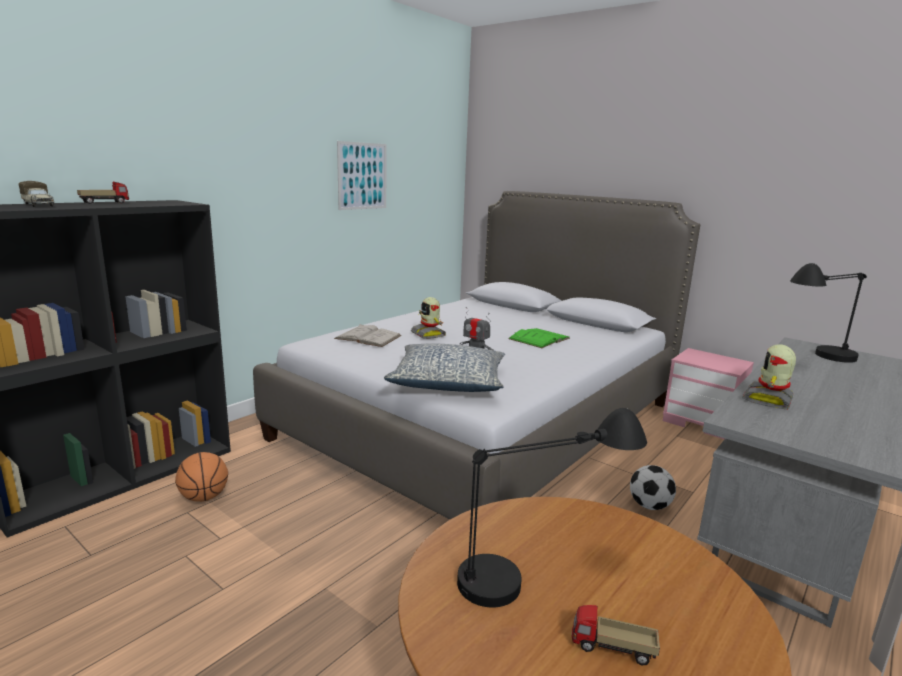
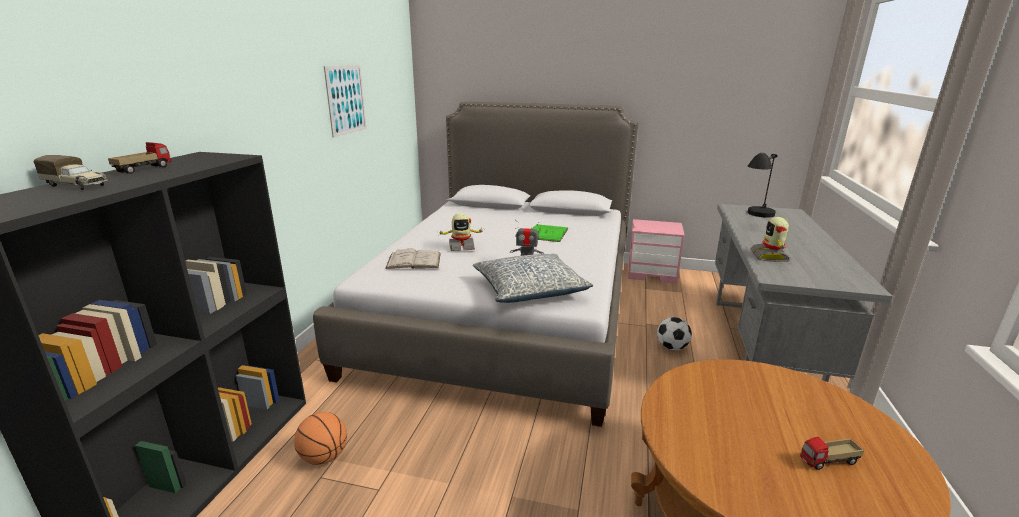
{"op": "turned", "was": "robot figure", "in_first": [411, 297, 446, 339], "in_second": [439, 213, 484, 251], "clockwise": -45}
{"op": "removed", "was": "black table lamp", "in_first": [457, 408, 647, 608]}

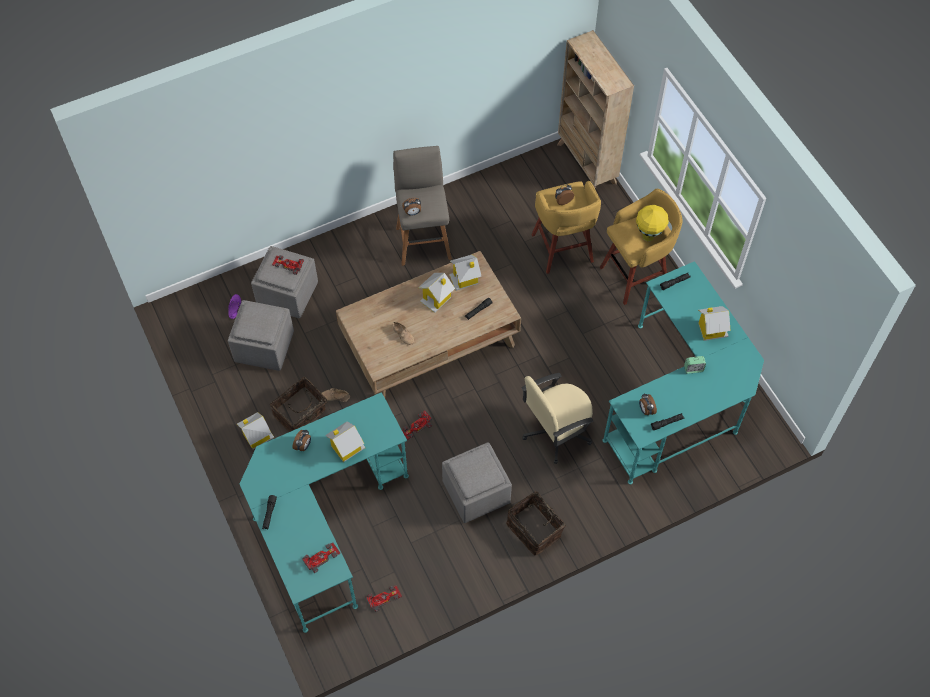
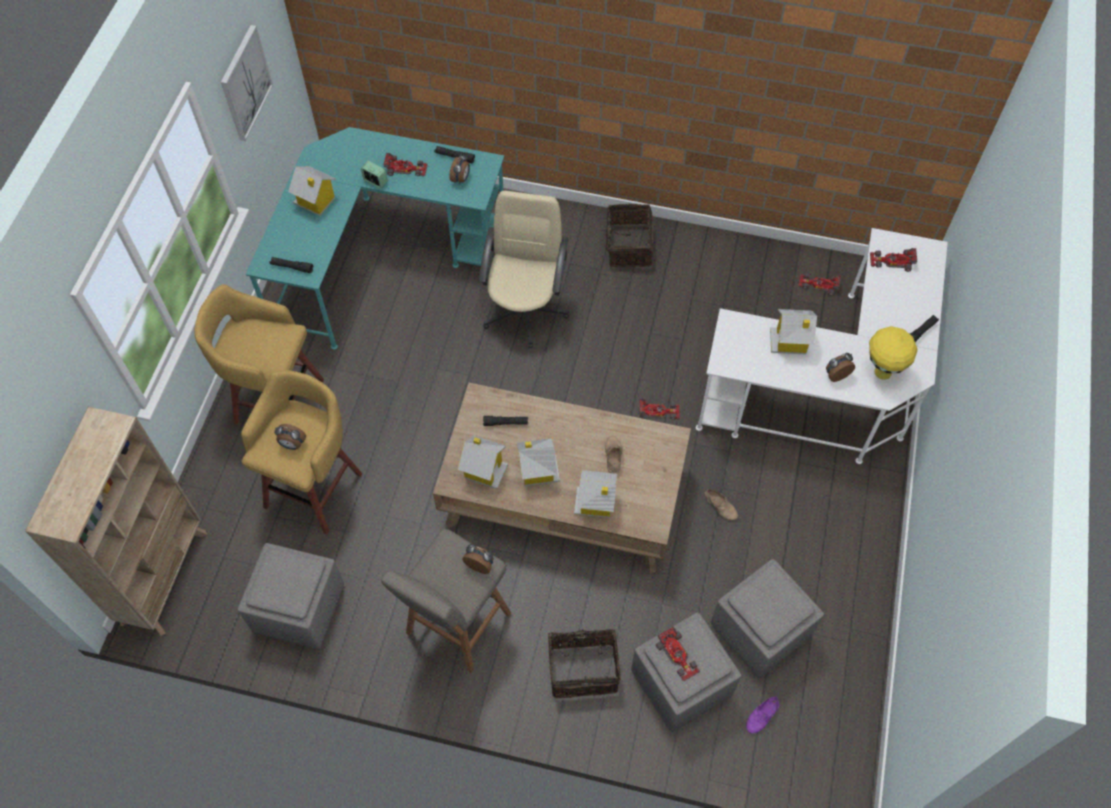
{"op": "moved", "was": "toy house", "in_first": [237, 412, 274, 449], "in_second": [574, 470, 617, 518]}
{"op": "recoloured", "was": "turquoise-coloured desk unit", "now": "white desk unit", "in_first": [239, 392, 409, 633], "in_second": [696, 228, 948, 464]}
{"op": "moved", "was": "storage basket", "in_first": [270, 377, 327, 432], "in_second": [548, 619, 621, 698]}
{"op": "moved", "was": "gray ottoman", "in_first": [442, 442, 512, 523], "in_second": [238, 543, 344, 649]}
{"op": "turned", "was": "beige desk chair", "in_first": [522, 373, 594, 464], "in_second": [478, 190, 569, 348], "clockwise": -90}
{"op": "moved", "was": "yellow table lamp", "in_first": [636, 205, 669, 242], "in_second": [869, 326, 918, 380]}
{"op": "added", "now": "picture", "in_second": [221, 25, 273, 141]}
{"op": "added", "now": "miniature car", "in_second": [383, 153, 428, 176]}

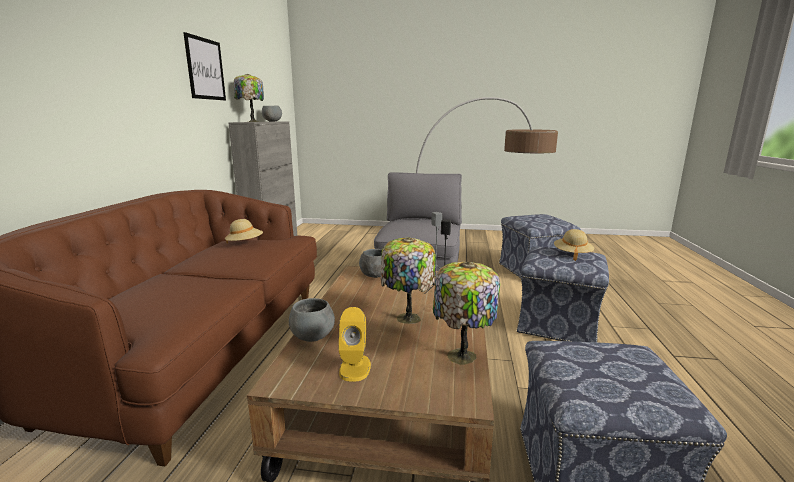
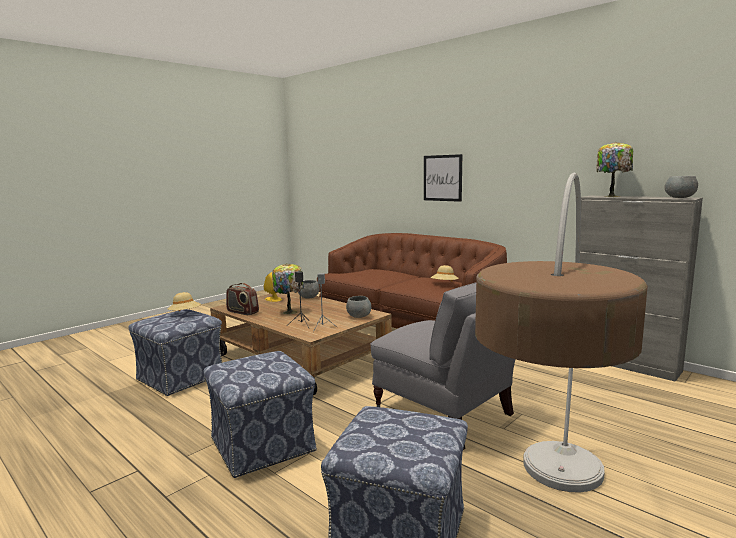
{"op": "moved", "was": "picture", "in_first": [183, 32, 226, 100], "in_second": [424, 154, 462, 202]}
{"op": "replaced", "was": "table lamp", "now": "radio set", "in_first": [433, 262, 500, 365], "in_second": [226, 283, 259, 315]}
{"op": "moved", "was": "beige hat", "in_first": [554, 229, 594, 261], "in_second": [168, 292, 201, 311]}

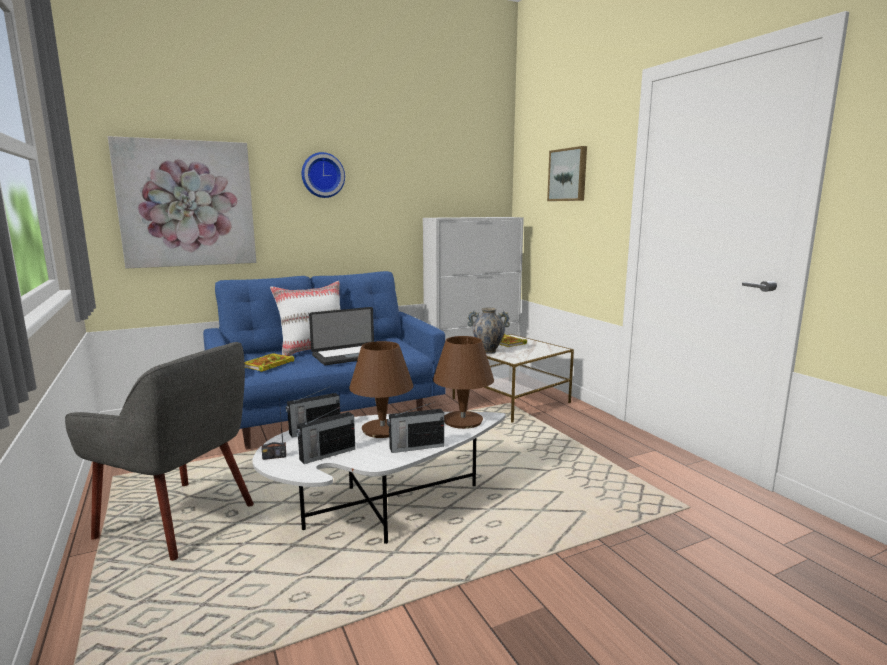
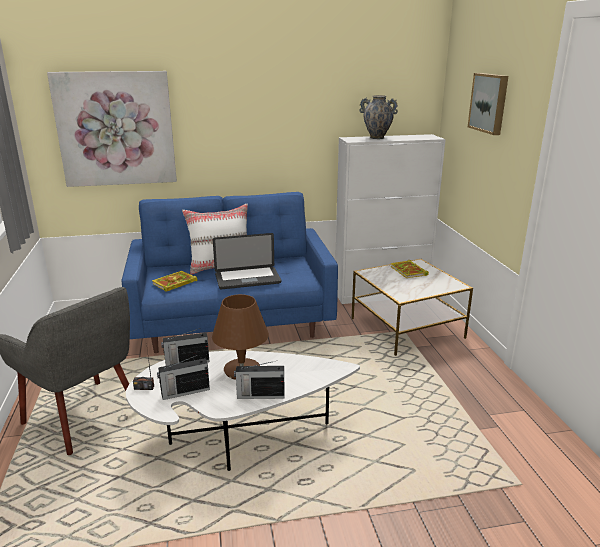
{"op": "removed", "was": "wall clock", "in_first": [302, 152, 345, 198]}
{"op": "removed", "was": "brown-coloured table lamp", "in_first": [433, 336, 494, 429]}
{"op": "moved", "was": "decorative vase", "in_first": [467, 308, 510, 354], "in_second": [359, 95, 398, 139]}

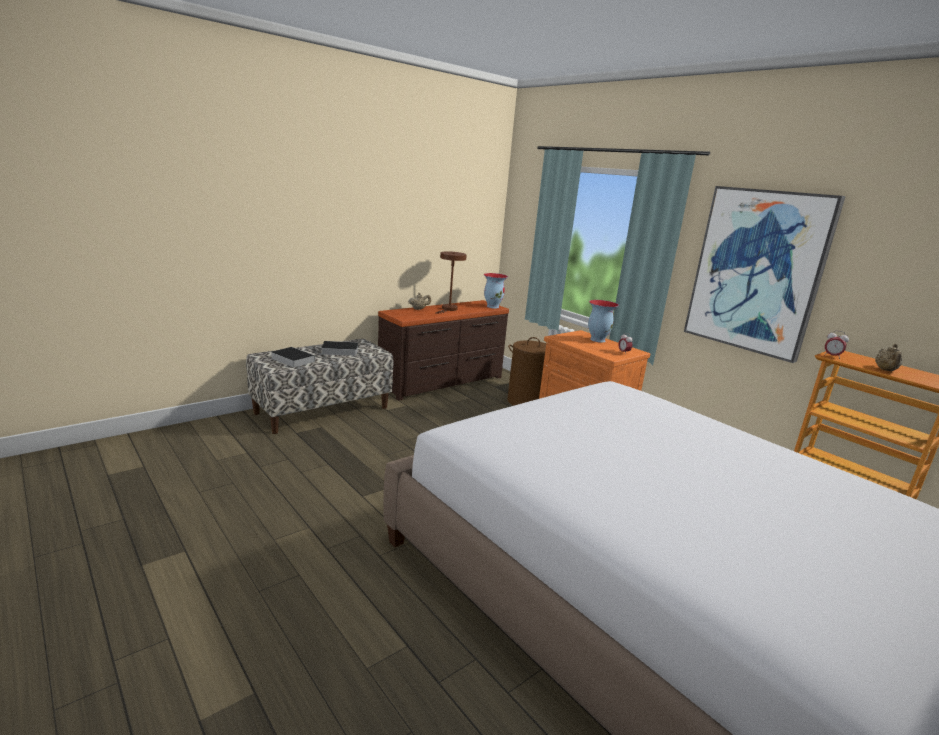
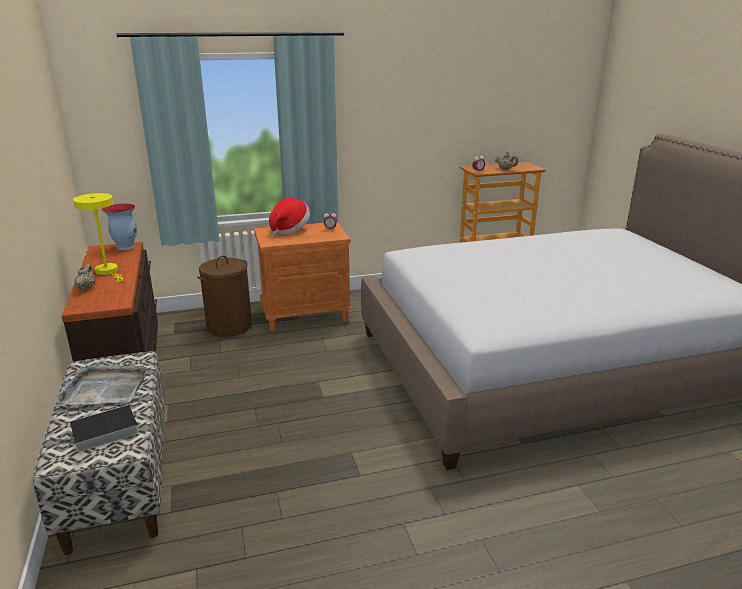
{"op": "replaced", "was": "volume", "now": "gray carrying tray", "in_first": [321, 341, 358, 356], "in_second": [55, 365, 148, 405]}
{"op": "recoloured", "was": "brown-coloured table lamp", "now": "yellow table lamp", "in_first": [436, 251, 467, 314], "in_second": [73, 193, 123, 282]}
{"op": "replaced", "was": "decorative vase", "now": "hat", "in_first": [588, 300, 619, 343], "in_second": [269, 198, 310, 236]}
{"op": "removed", "was": "picture", "in_first": [684, 186, 846, 363]}

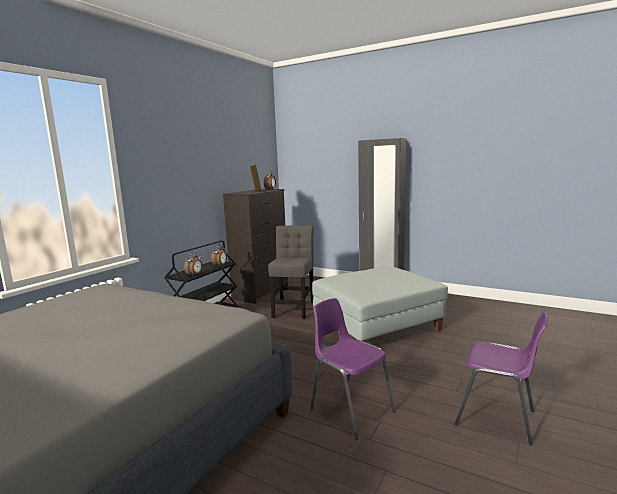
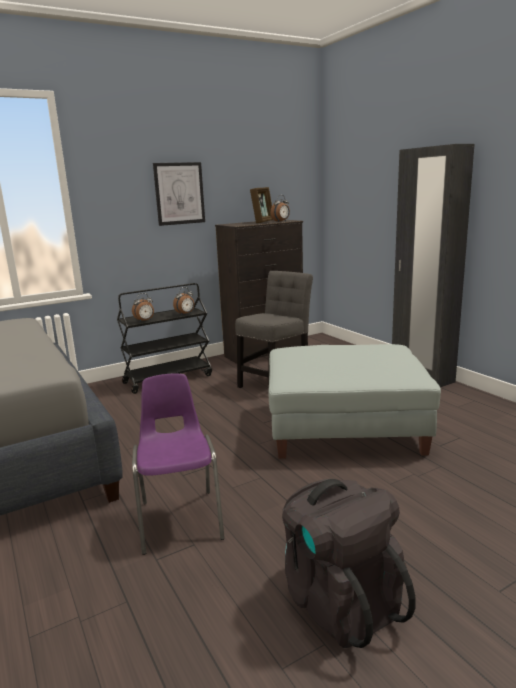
{"op": "replaced", "was": "purple-coloured plain chair", "now": "black rucksack", "in_first": [455, 312, 548, 445], "in_second": [282, 479, 416, 648]}
{"op": "added", "now": "picture", "in_second": [153, 162, 205, 226]}

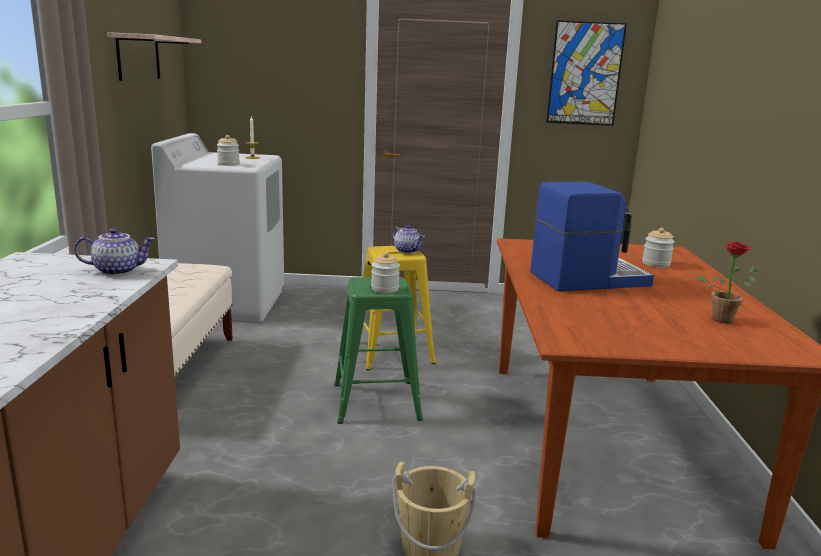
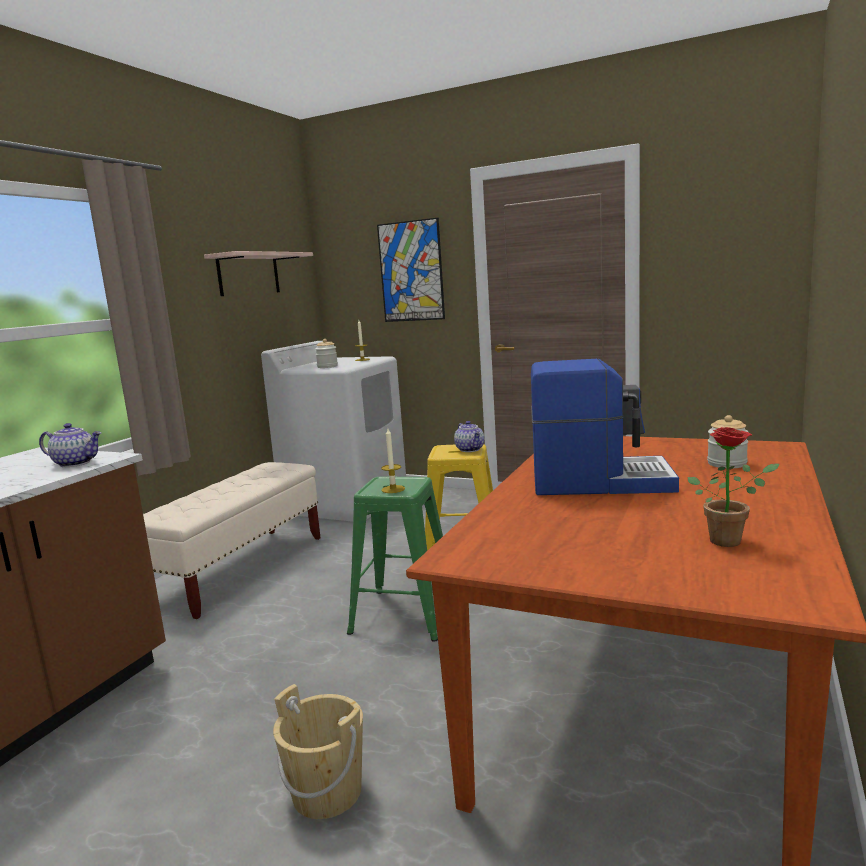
{"op": "replaced", "was": "storage jar", "now": "wax light", "in_first": [371, 252, 400, 293], "in_second": [381, 429, 405, 493]}
{"op": "moved", "was": "picture", "in_first": [546, 20, 627, 126], "in_second": [377, 218, 445, 322]}

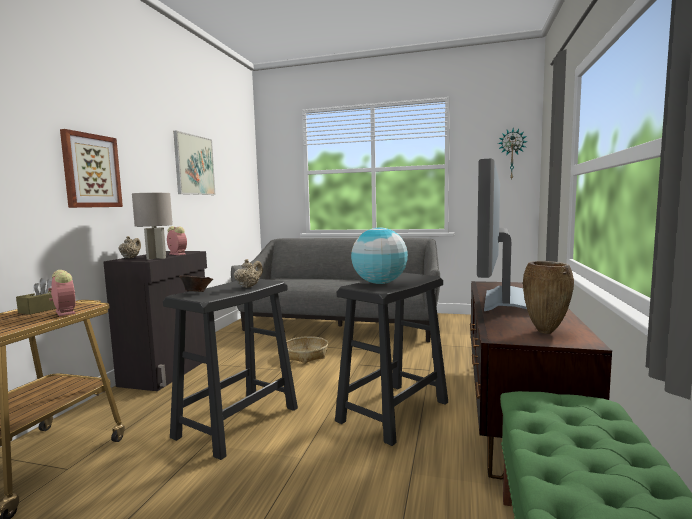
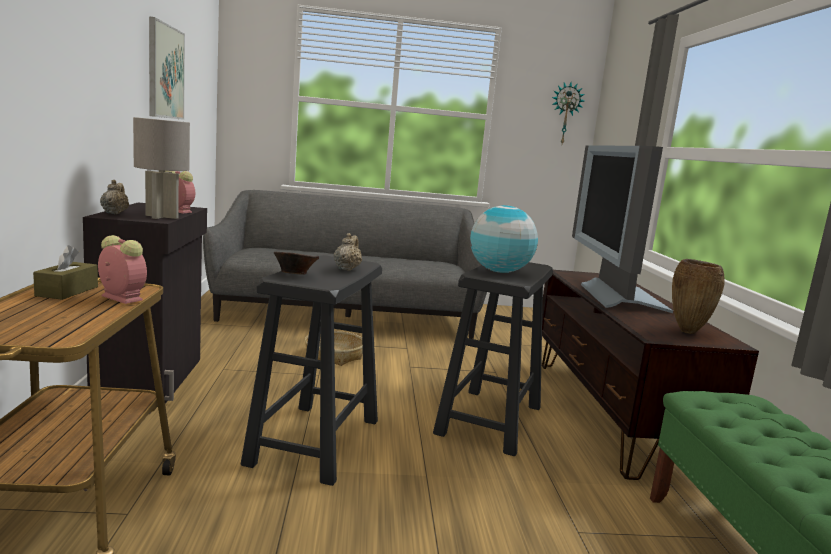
{"op": "removed", "was": "picture", "in_first": [60, 129, 123, 208]}

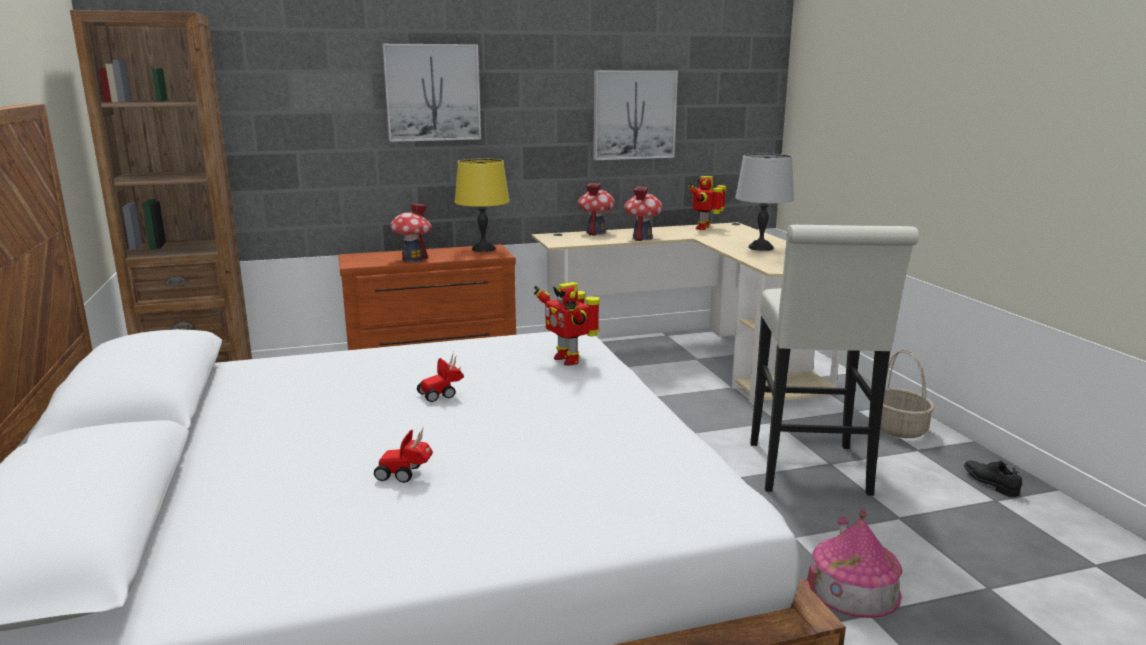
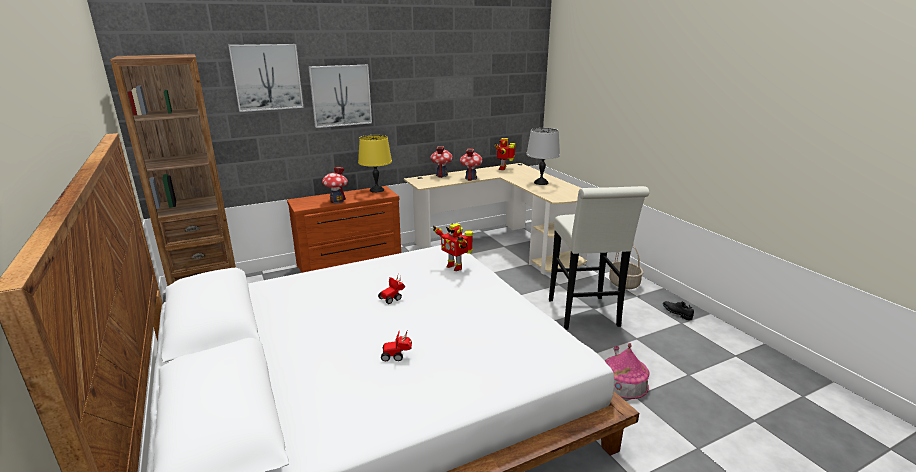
{"op": "moved", "was": "picture", "in_first": [593, 70, 678, 160], "in_second": [228, 44, 304, 112]}

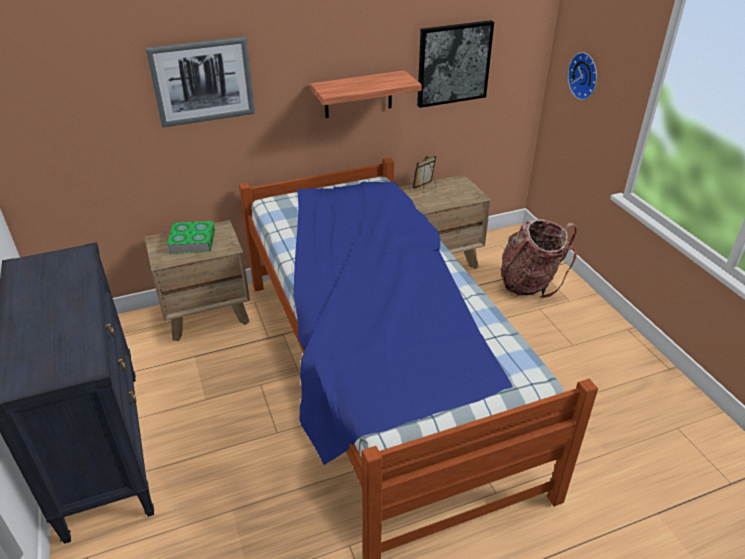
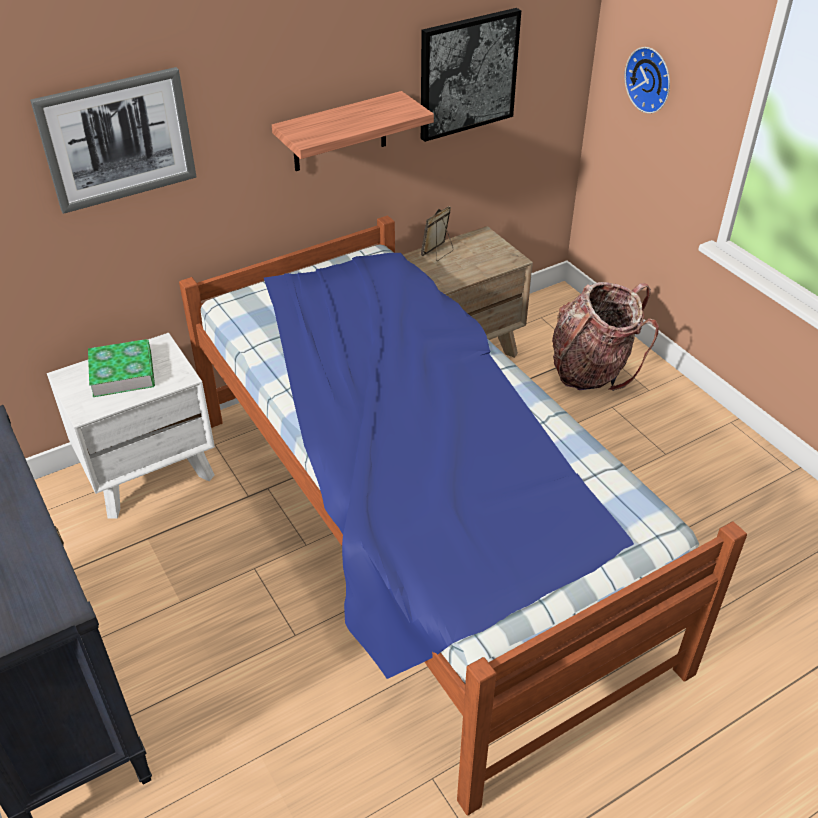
{"op": "recoloured", "was": "brown-coloured night table", "now": "white night table", "in_first": [145, 220, 250, 341], "in_second": [47, 333, 215, 519]}

